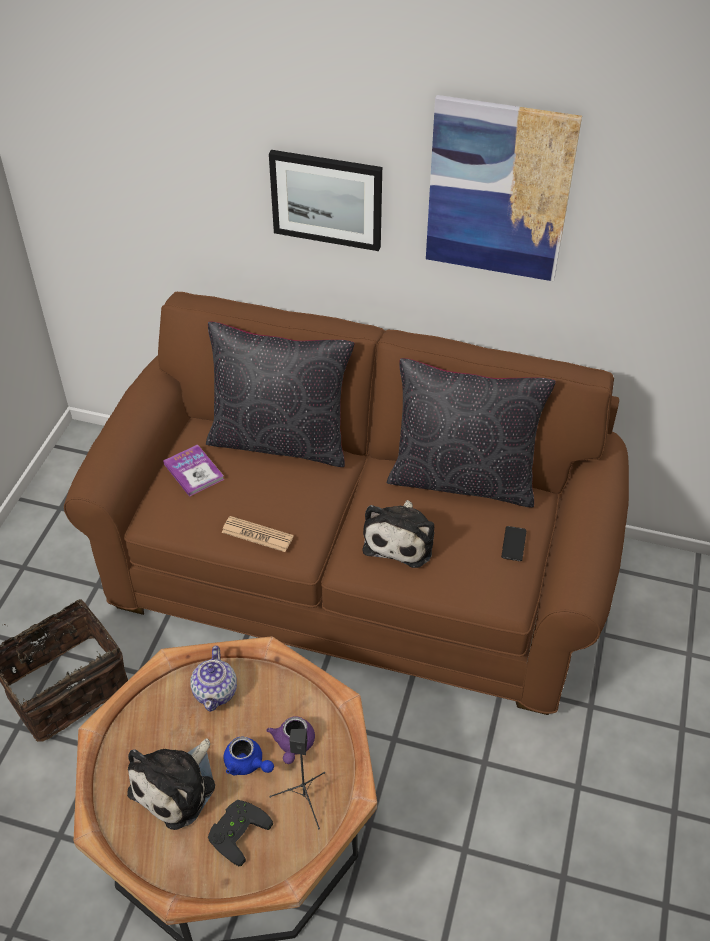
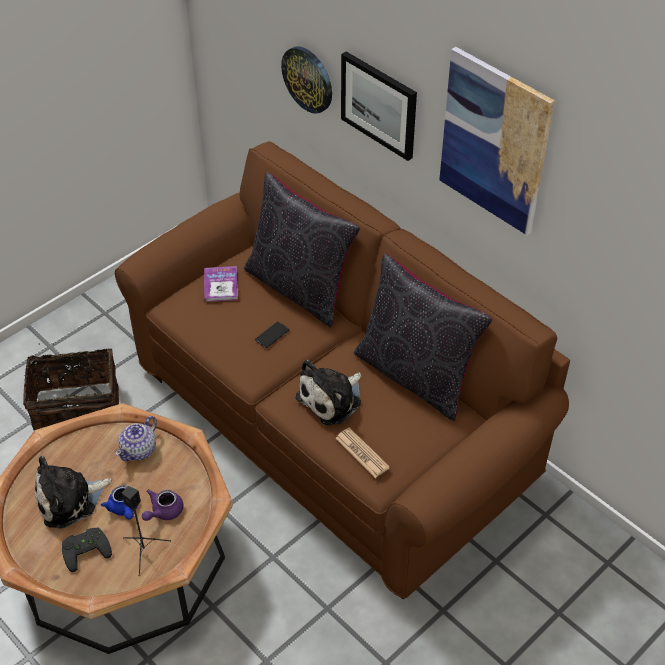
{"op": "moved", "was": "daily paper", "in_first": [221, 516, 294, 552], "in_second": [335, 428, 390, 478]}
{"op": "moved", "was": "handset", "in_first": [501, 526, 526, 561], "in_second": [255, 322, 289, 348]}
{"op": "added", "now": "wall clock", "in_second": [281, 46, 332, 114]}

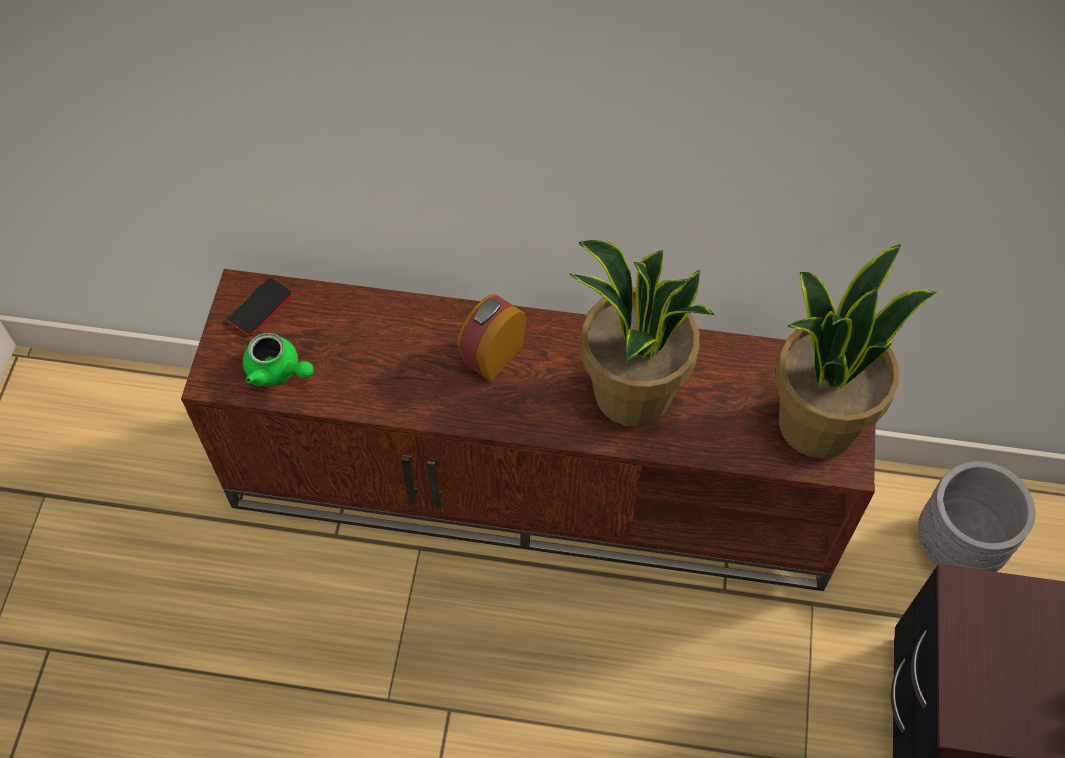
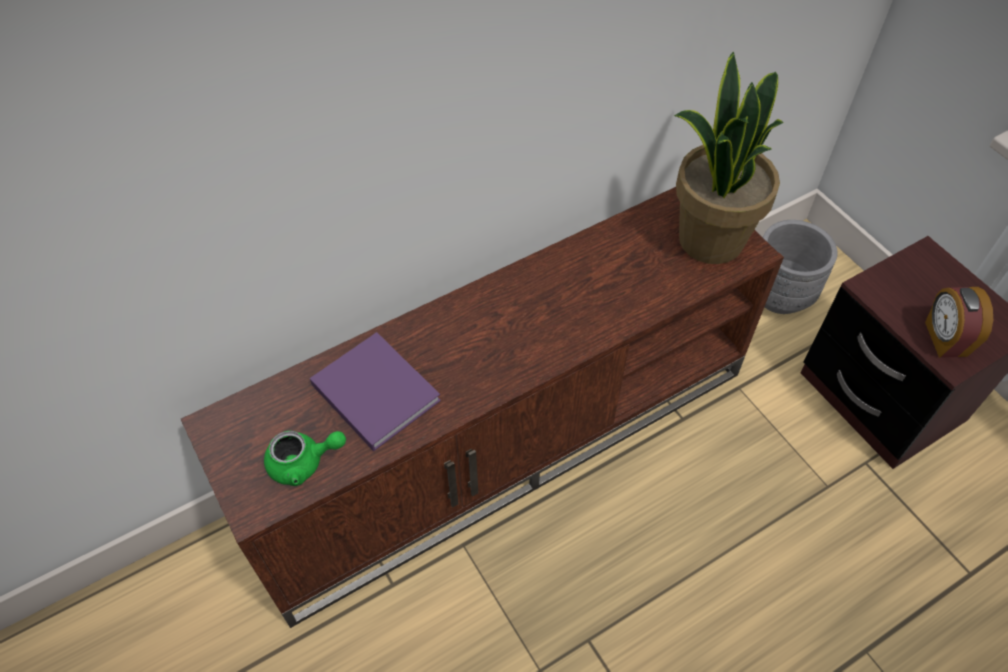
{"op": "removed", "was": "handset", "in_first": [228, 278, 293, 337]}
{"op": "moved", "was": "table clock", "in_first": [457, 294, 527, 381], "in_second": [925, 287, 993, 358]}
{"op": "removed", "was": "houseplant", "in_first": [569, 240, 715, 427]}
{"op": "added", "now": "purple-coloured volume", "in_second": [310, 332, 441, 451]}

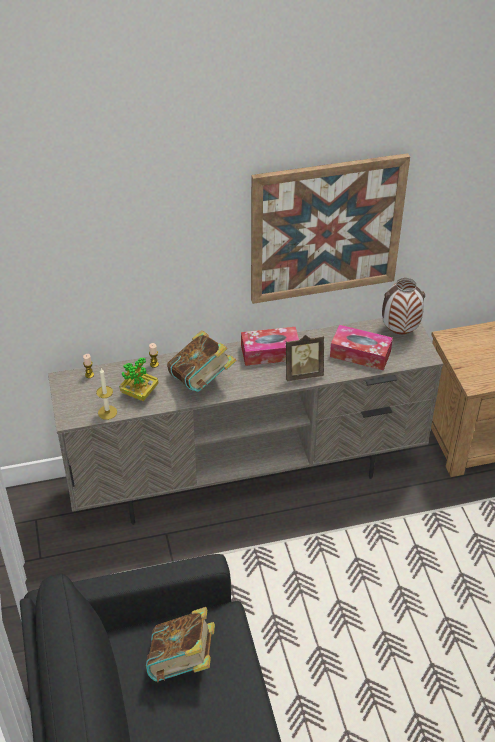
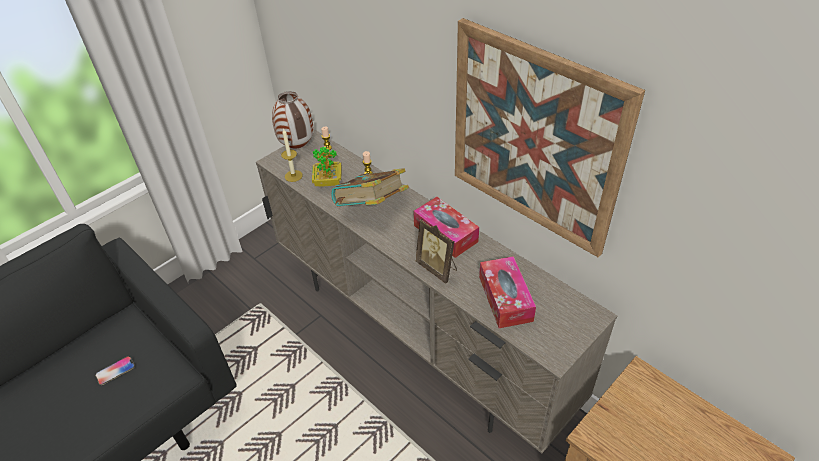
{"op": "replaced", "was": "volume", "now": "handset", "in_first": [146, 607, 215, 682], "in_second": [95, 356, 135, 385]}
{"op": "moved", "was": "decorative vase", "in_first": [382, 278, 425, 334], "in_second": [272, 91, 314, 149]}

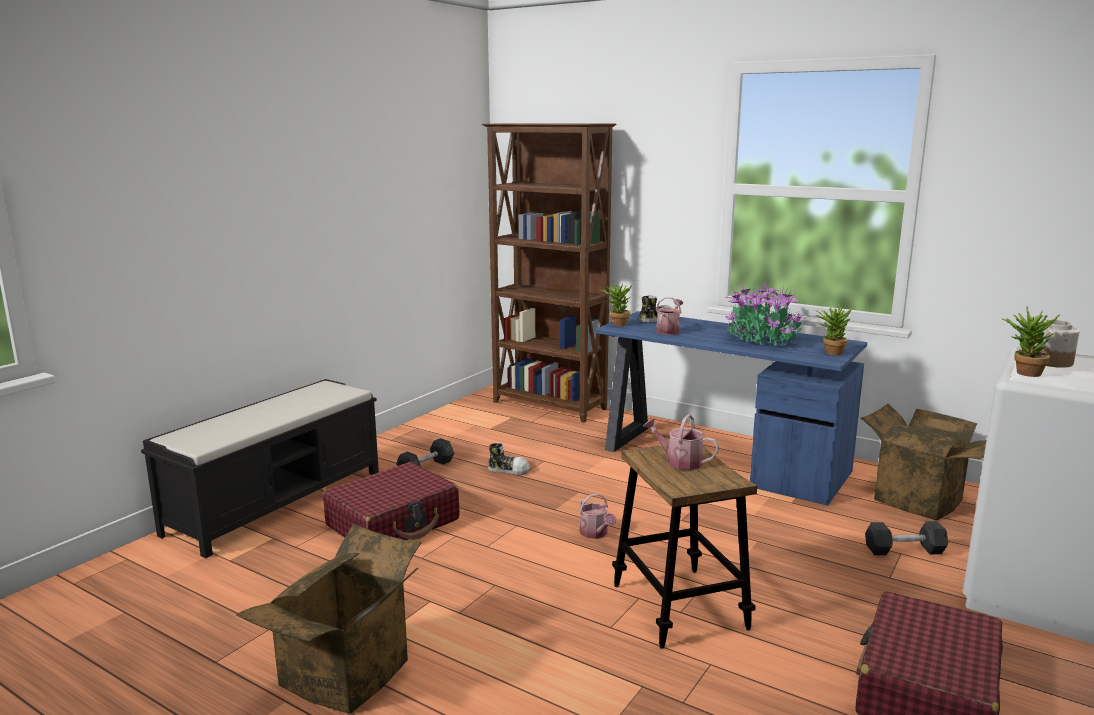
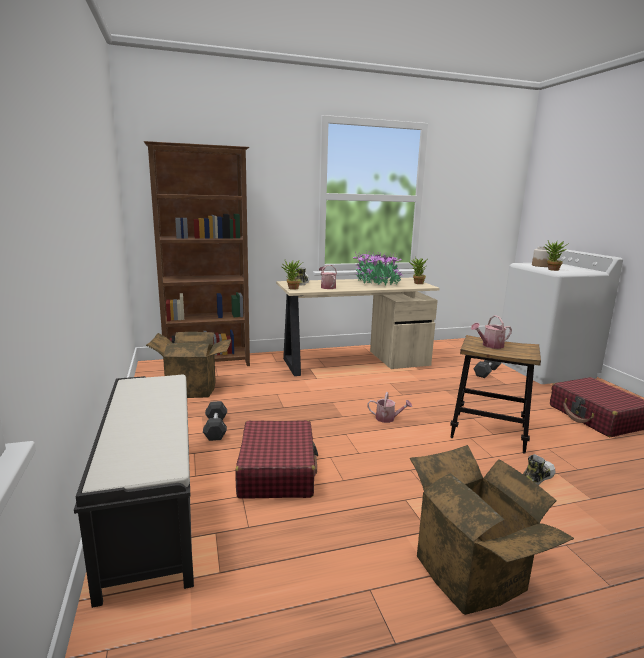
{"op": "moved", "was": "shoe", "in_first": [487, 443, 530, 475], "in_second": [523, 454, 555, 485]}
{"op": "recoloured", "was": "blue-coloured desk unit", "now": "beige desk unit", "in_first": [595, 311, 867, 506], "in_second": [276, 278, 440, 376]}
{"op": "moved", "was": "carton", "in_first": [861, 404, 986, 520], "in_second": [146, 332, 231, 398]}

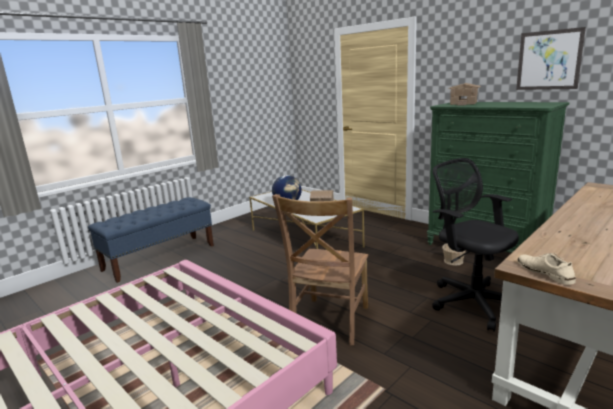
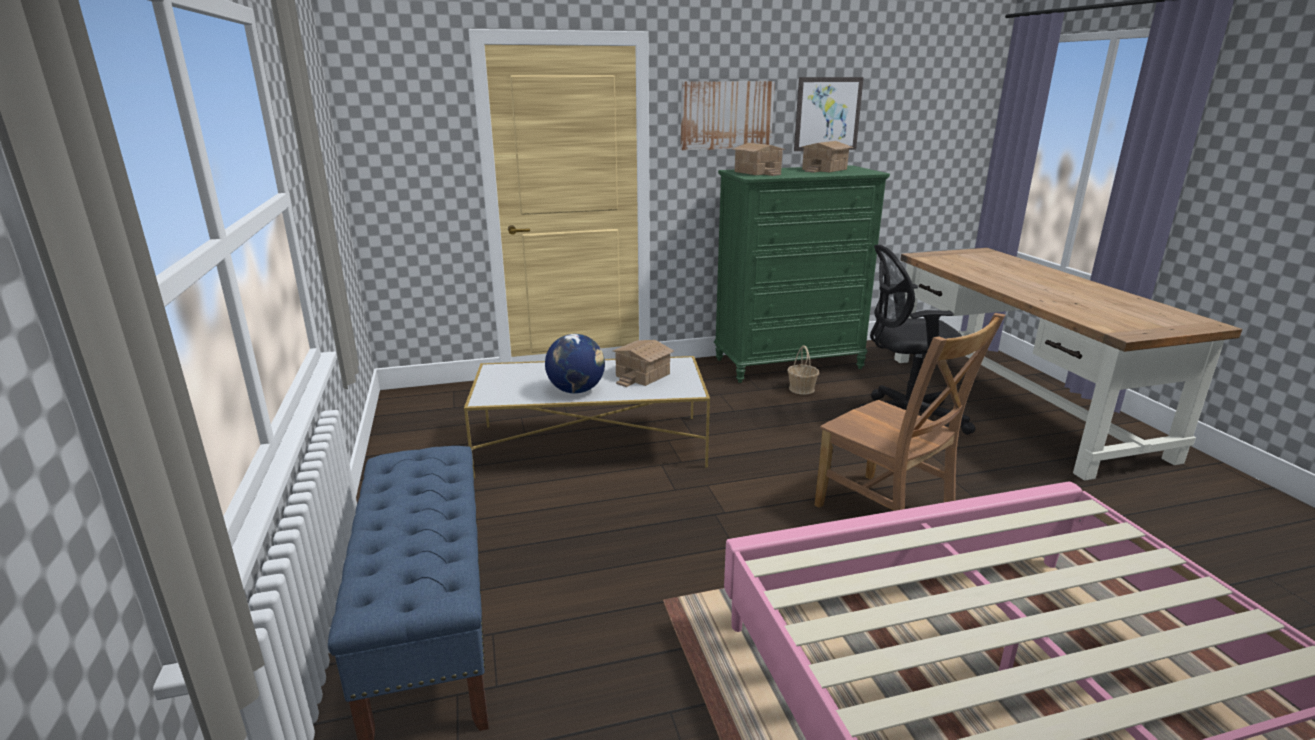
{"op": "removed", "was": "beige shoe", "in_first": [518, 253, 576, 285]}
{"op": "added", "now": "picture", "in_second": [681, 81, 775, 150]}
{"op": "added", "now": "toy house", "in_second": [802, 141, 853, 173]}

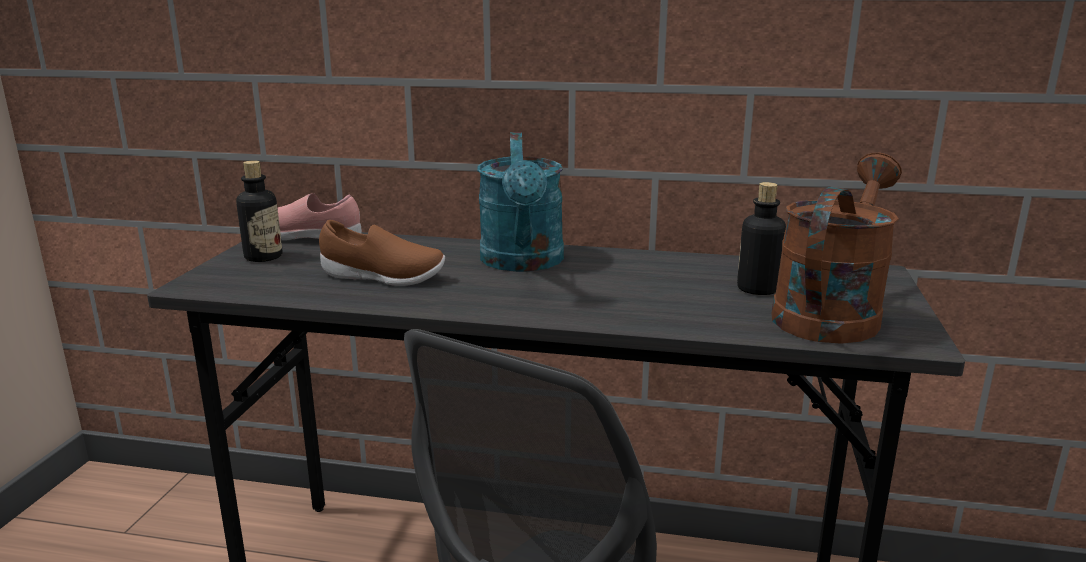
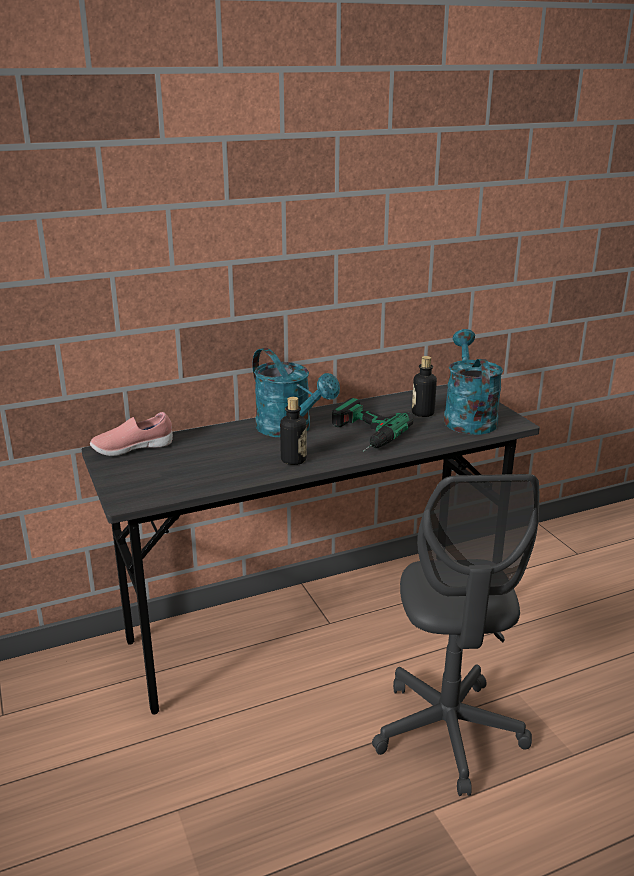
{"op": "moved", "was": "bottle", "in_first": [236, 161, 282, 262], "in_second": [280, 397, 307, 465]}
{"op": "removed", "was": "brown-coloured shoe", "in_first": [319, 220, 445, 286]}
{"op": "recoloured", "was": "brown-coloured sprinkling can", "now": "turquoise-coloured sprinkling can", "in_first": [771, 153, 902, 344], "in_second": [444, 329, 503, 435]}
{"op": "added", "now": "power drill", "in_second": [332, 398, 413, 452]}

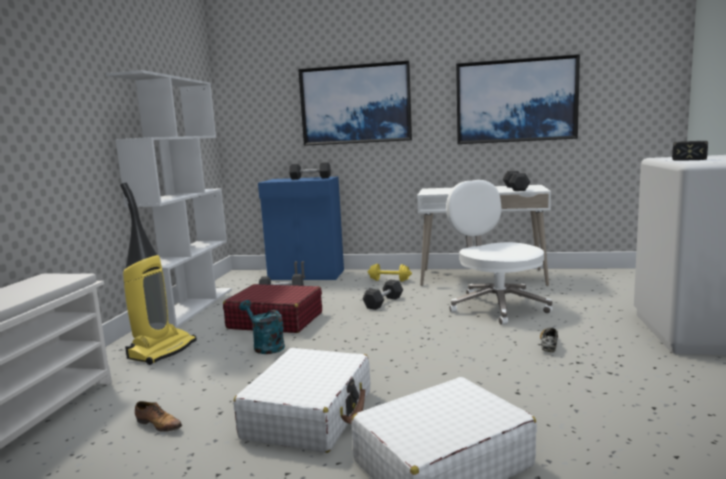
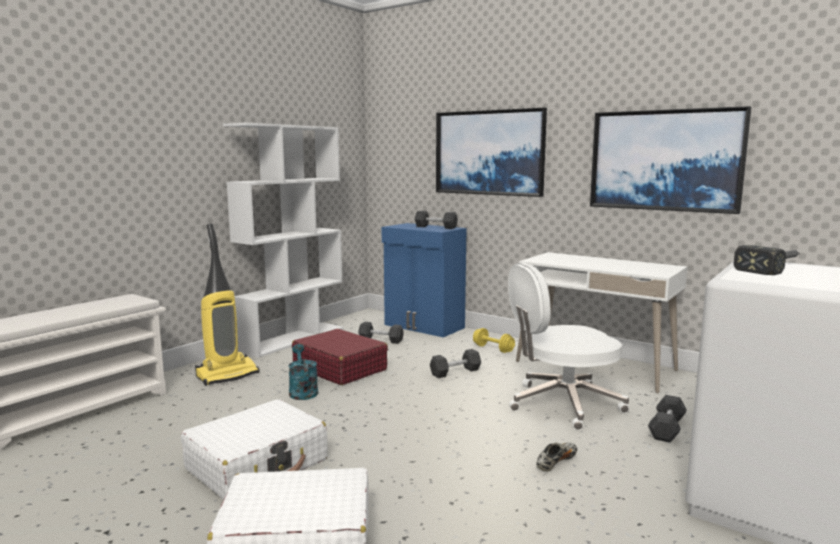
{"op": "removed", "was": "shoe", "in_first": [135, 401, 182, 432]}
{"op": "turned", "was": "white desk chair", "in_first": [446, 180, 553, 325], "in_second": [508, 262, 629, 430], "clockwise": -105}
{"op": "moved", "was": "gray hand weight", "in_first": [503, 170, 530, 191], "in_second": [648, 395, 687, 443]}

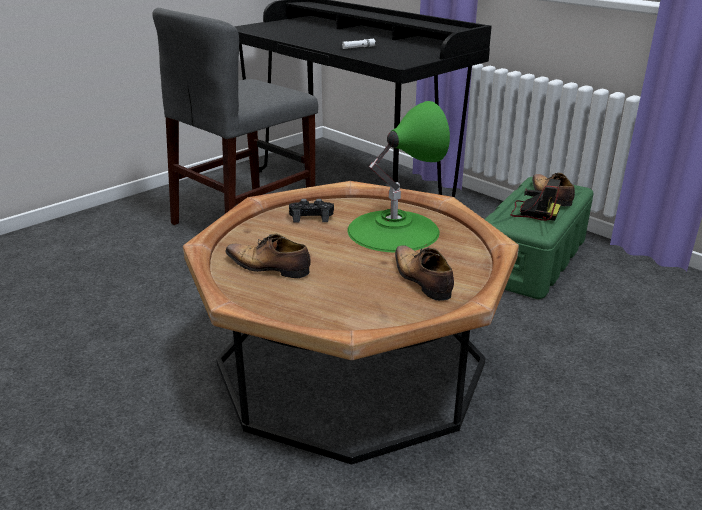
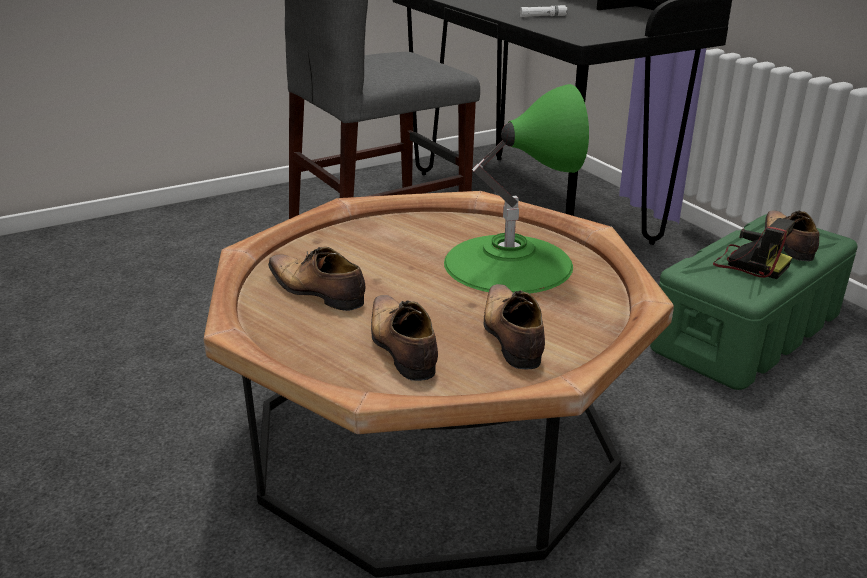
{"op": "removed", "was": "black joypad", "in_first": [289, 199, 334, 223]}
{"op": "added", "now": "shoe", "in_second": [371, 295, 438, 381]}

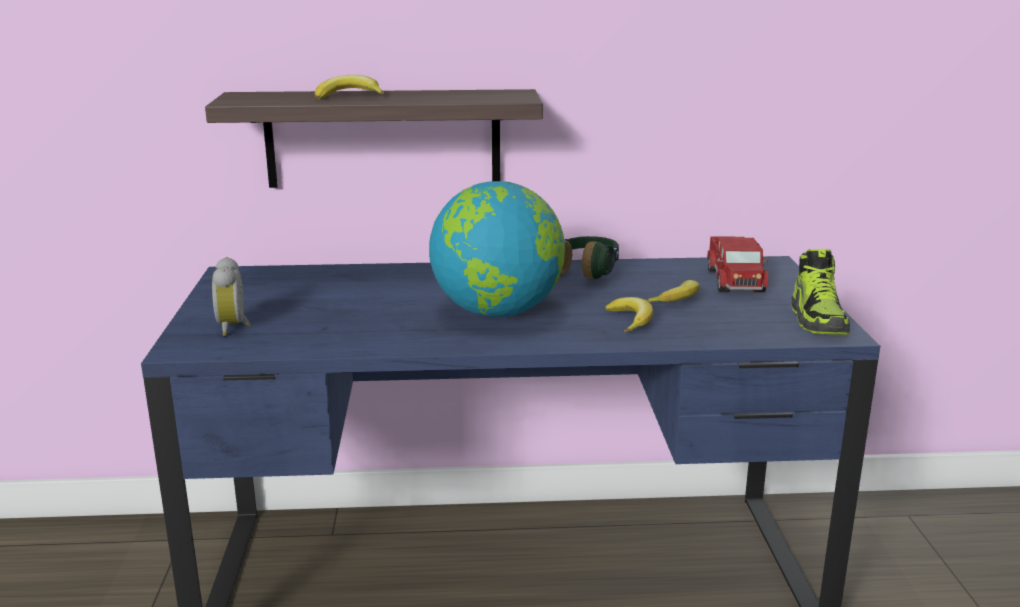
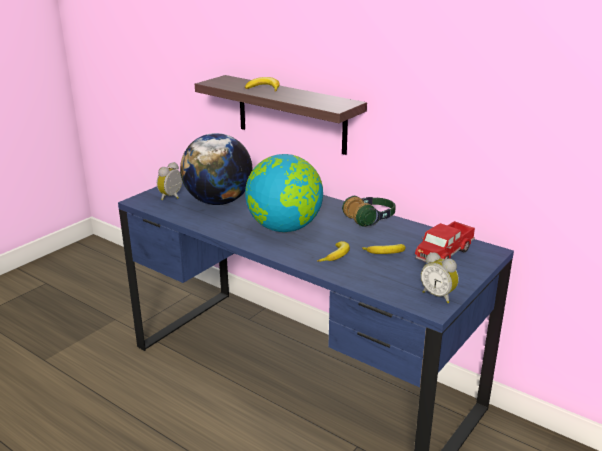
{"op": "replaced", "was": "shoe", "now": "table clock", "in_first": [791, 249, 850, 335], "in_second": [421, 252, 459, 303]}
{"op": "added", "now": "globe", "in_second": [180, 133, 252, 205]}

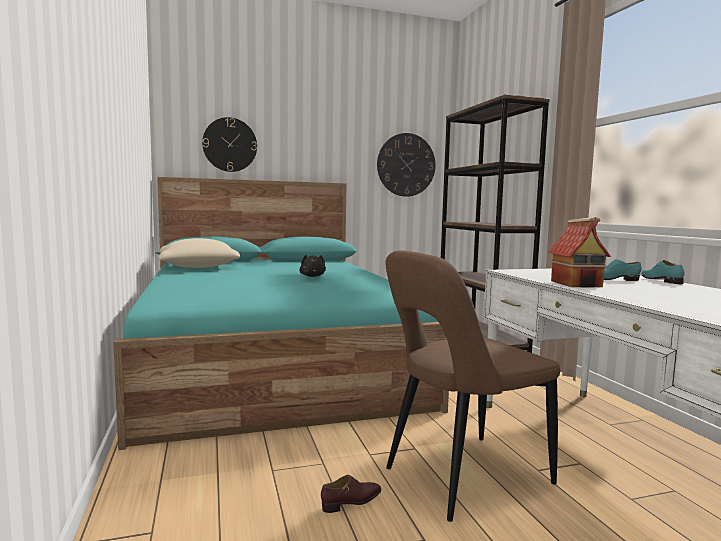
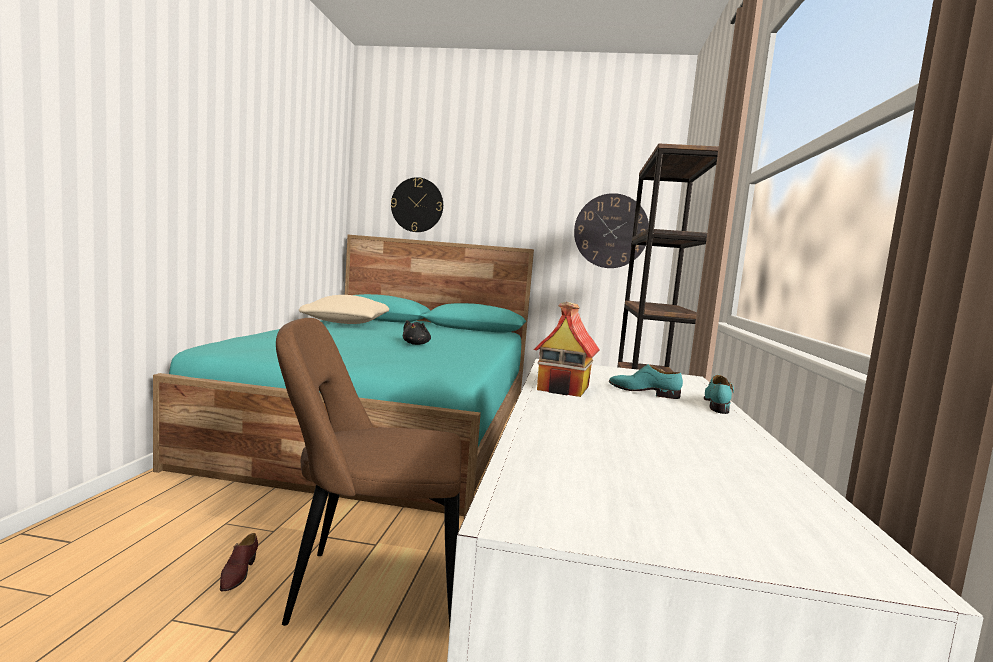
{"op": "turned", "was": "brown-coloured shoe", "in_first": [321, 475, 381, 513], "in_second": [220, 533, 258, 591], "clockwise": 90}

